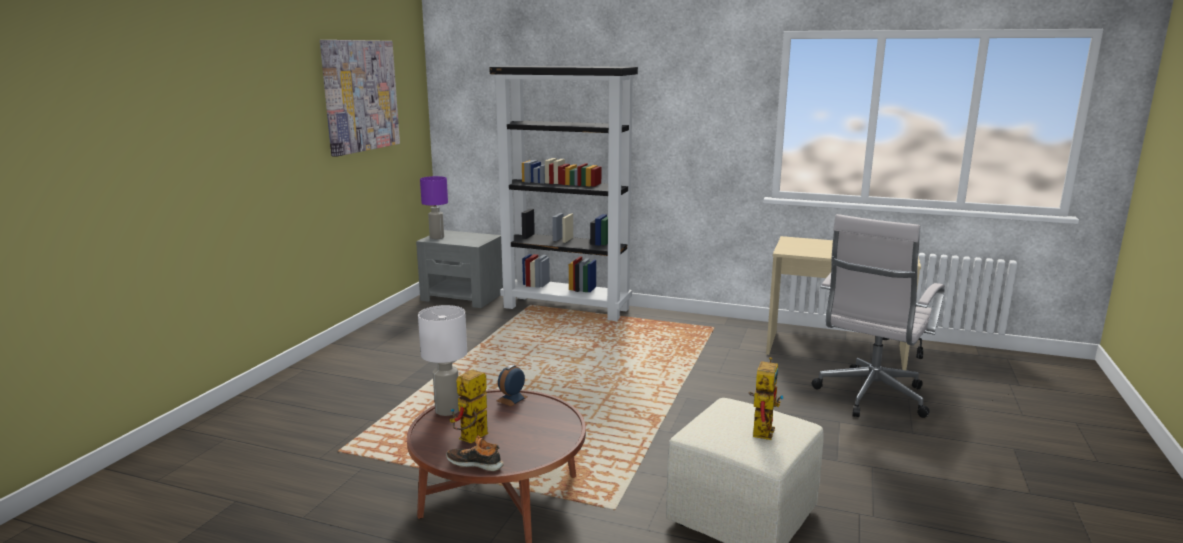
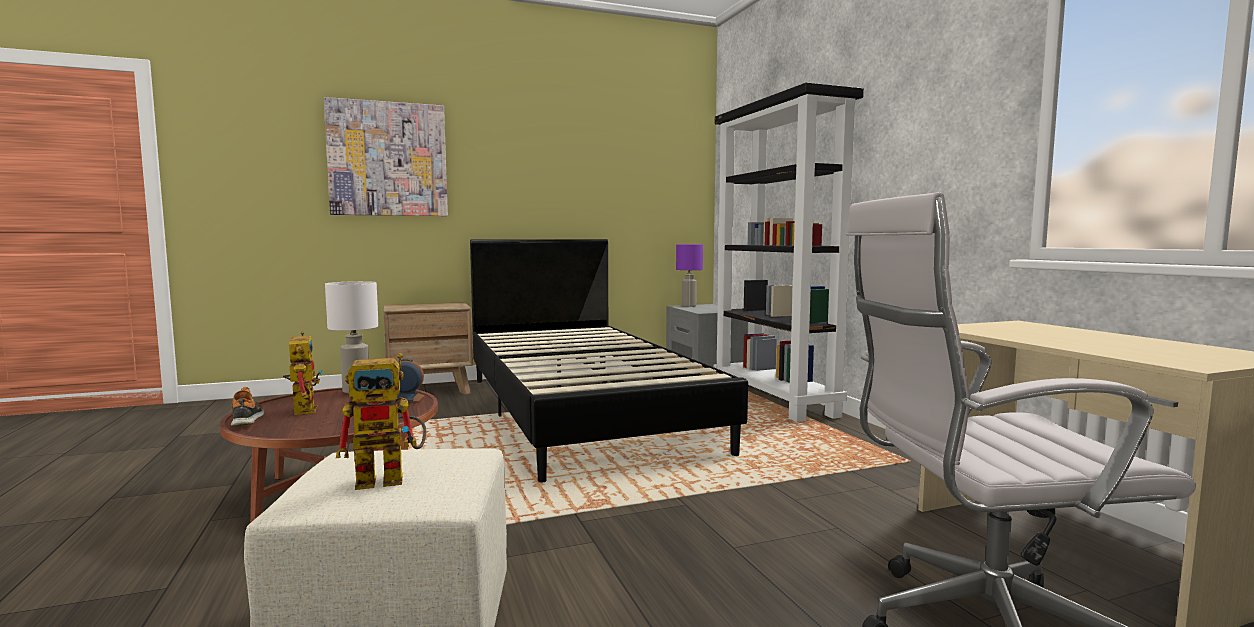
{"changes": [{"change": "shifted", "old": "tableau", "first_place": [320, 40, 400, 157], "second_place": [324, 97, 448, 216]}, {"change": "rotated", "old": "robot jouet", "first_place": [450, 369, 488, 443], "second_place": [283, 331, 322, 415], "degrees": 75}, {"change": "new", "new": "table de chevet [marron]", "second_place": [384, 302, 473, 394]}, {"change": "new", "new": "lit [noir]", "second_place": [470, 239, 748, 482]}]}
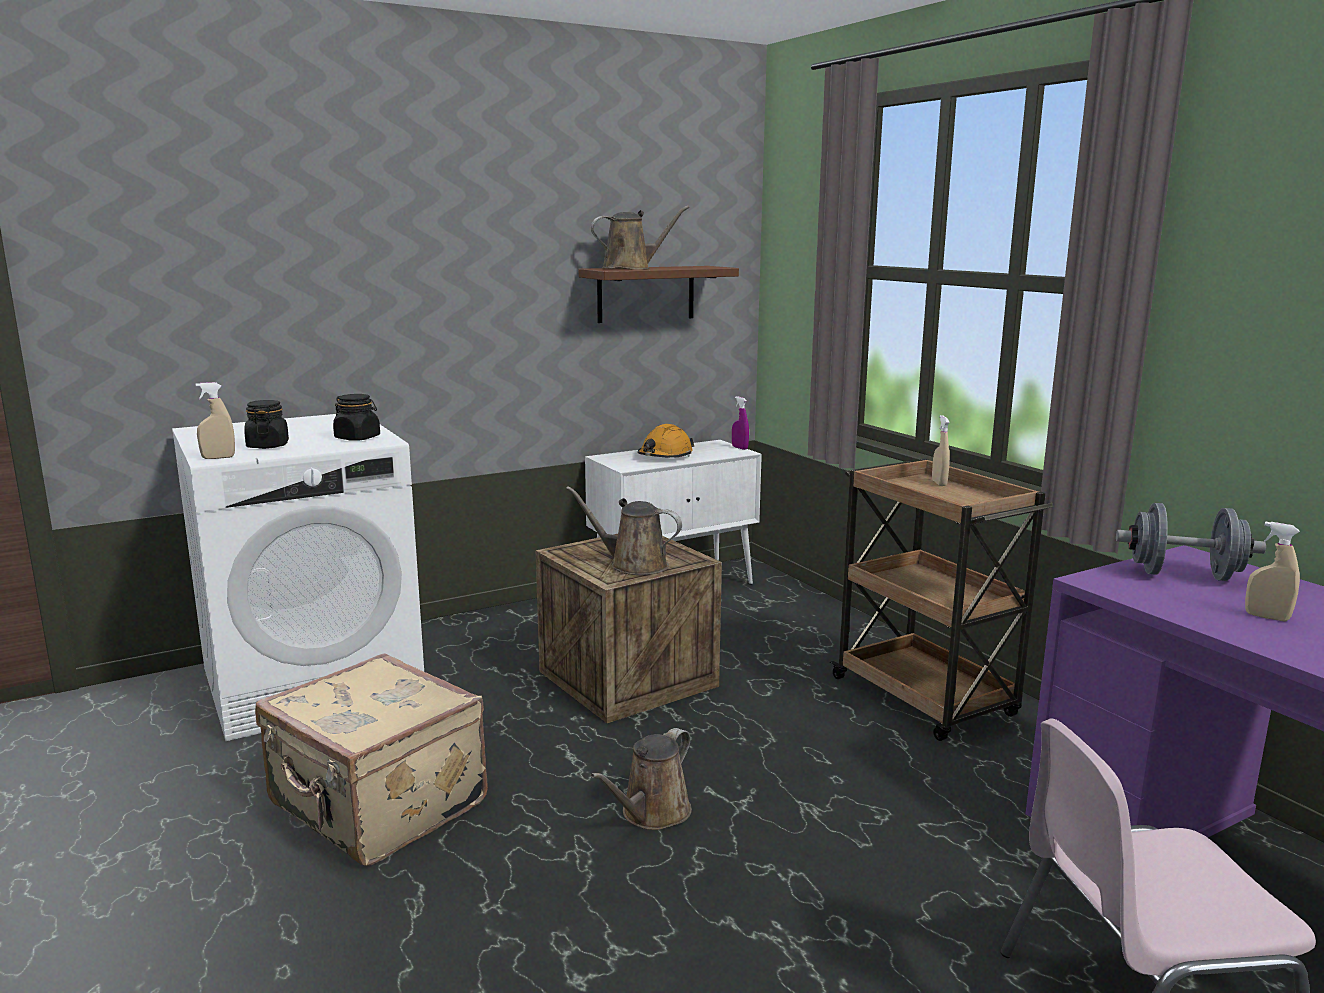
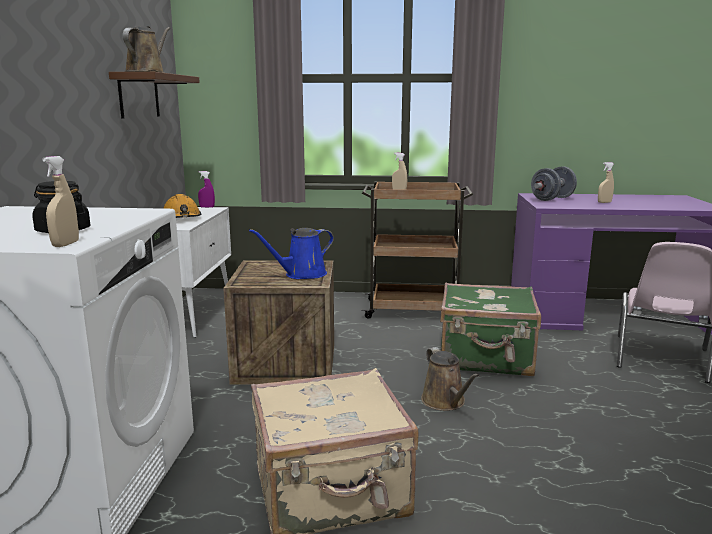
{"changes": [{"change": "gone", "old": "bocal [noir]", "first_place": [333, 394, 380, 441]}, {"change": "repainted", "old": "arrosoir [marron]", "new": "arrosoir [bleu]", "first_place": [566, 486, 682, 575], "second_place": [249, 228, 334, 279]}, {"change": "new", "new": "valise [vert]", "second_place": [440, 282, 541, 376]}]}
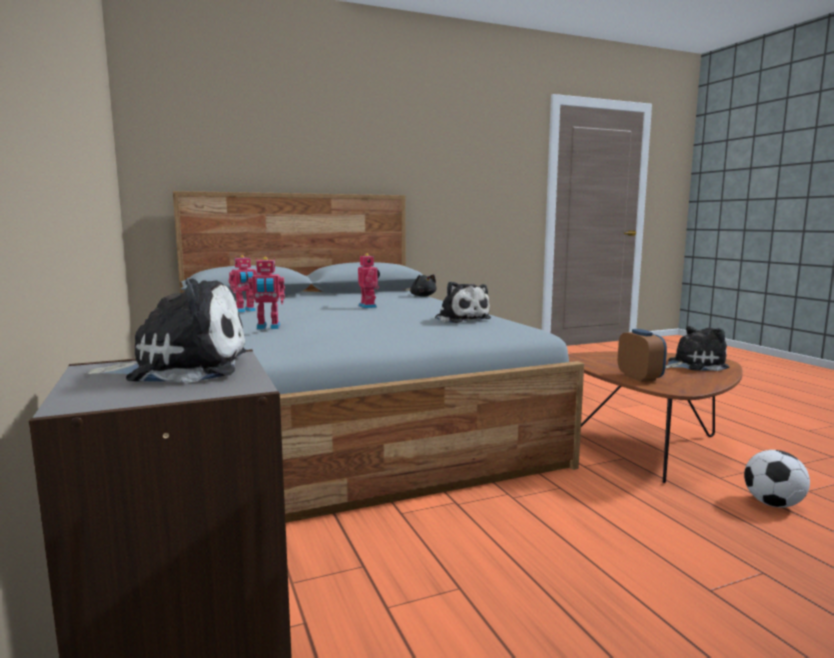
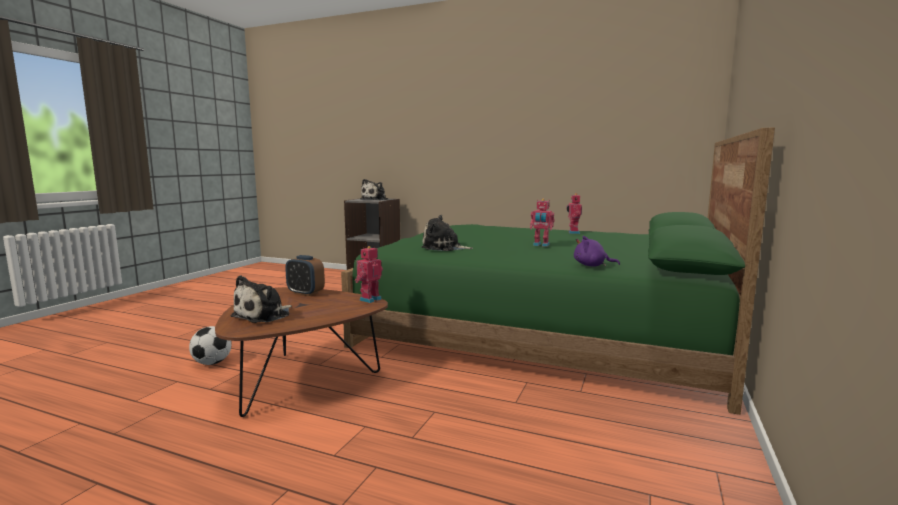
{"changes": [{"change": "repainted", "old": "lit [gris]", "new": "lit [vert]", "first_place": [173, 191, 584, 523], "second_place": [341, 128, 775, 415]}, {"change": "shifted", "old": "robot jouet", "first_place": [248, 257, 285, 330], "second_place": [355, 246, 383, 303]}, {"change": "repainted", "old": "peluche [noir]", "new": "peluche [violet]", "first_place": [410, 274, 437, 297], "second_place": [574, 236, 620, 266]}]}
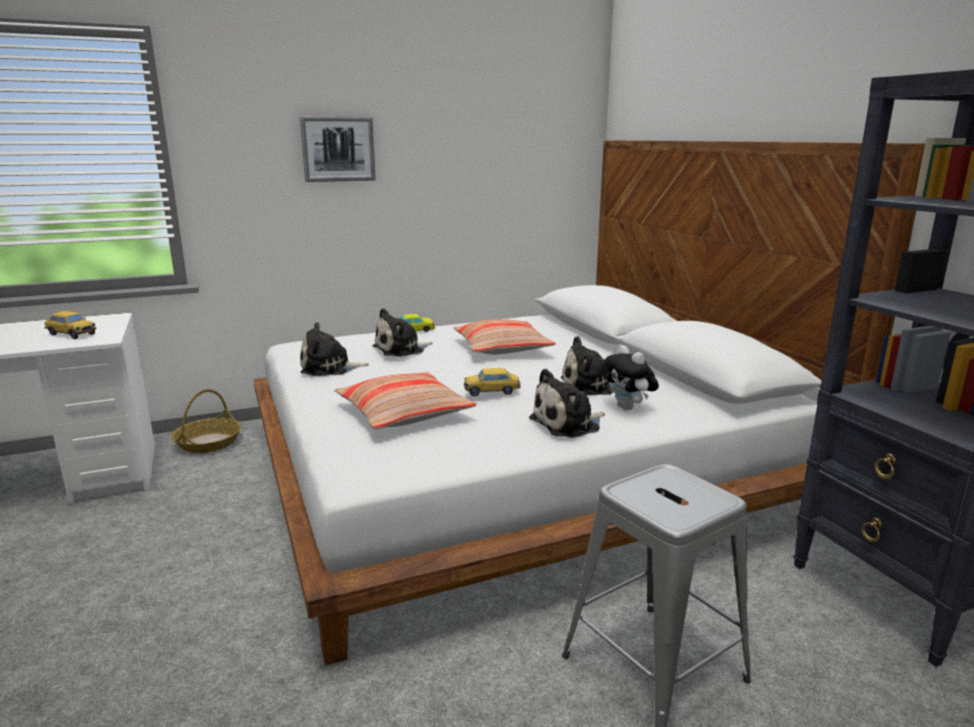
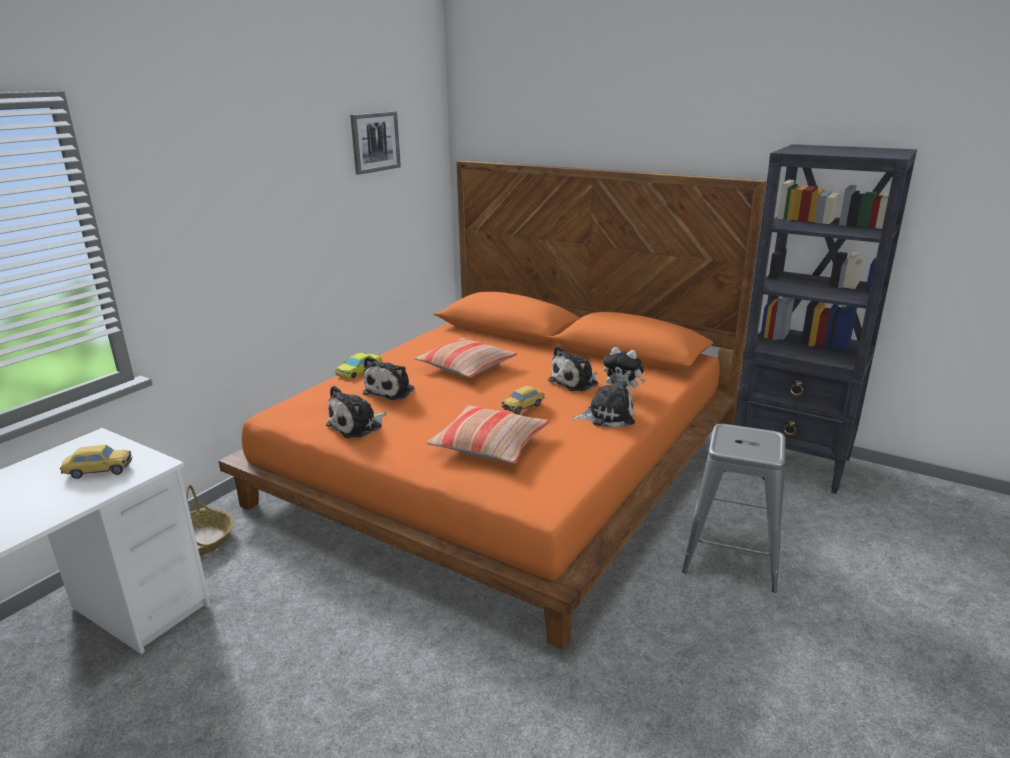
{"changes": [{"change": "repainted", "old": "lit [blanc]", "new": "lit [orange]", "first_place": [254, 140, 925, 665], "second_place": [219, 160, 766, 650]}, {"change": "shifted", "old": "tableau", "first_place": [300, 117, 376, 182], "second_place": [350, 111, 401, 175]}, {"change": "rotated", "old": "peluche", "first_place": [529, 369, 605, 438], "second_place": [571, 375, 635, 428], "degrees": -120}]}
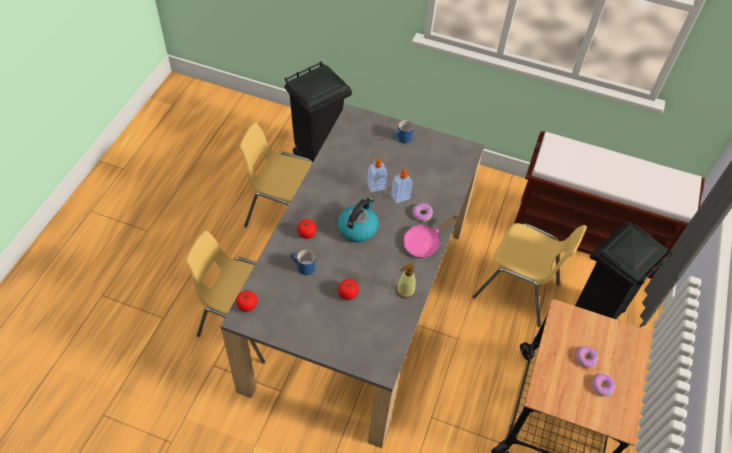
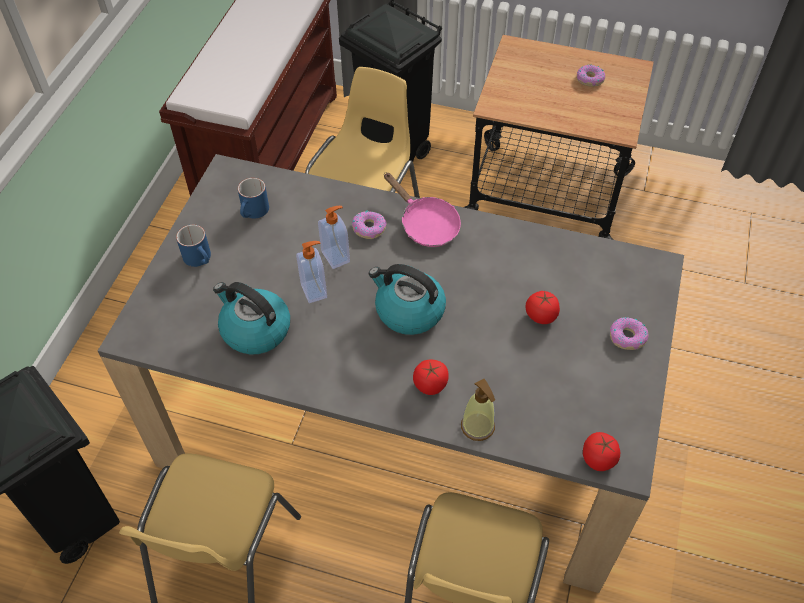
{"changes": [{"change": "shifted", "old": "mug [bleu]", "first_place": [291, 249, 316, 275], "second_place": [238, 178, 269, 218]}, {"change": "shifted", "old": "distributeur de savon", "first_place": [396, 263, 416, 299], "second_place": [461, 379, 495, 441]}, {"change": "shifted", "old": "beignet", "first_place": [576, 346, 598, 368], "second_place": [610, 317, 649, 350]}, {"change": "new", "new": "bouilloire", "second_place": [213, 282, 290, 355]}]}
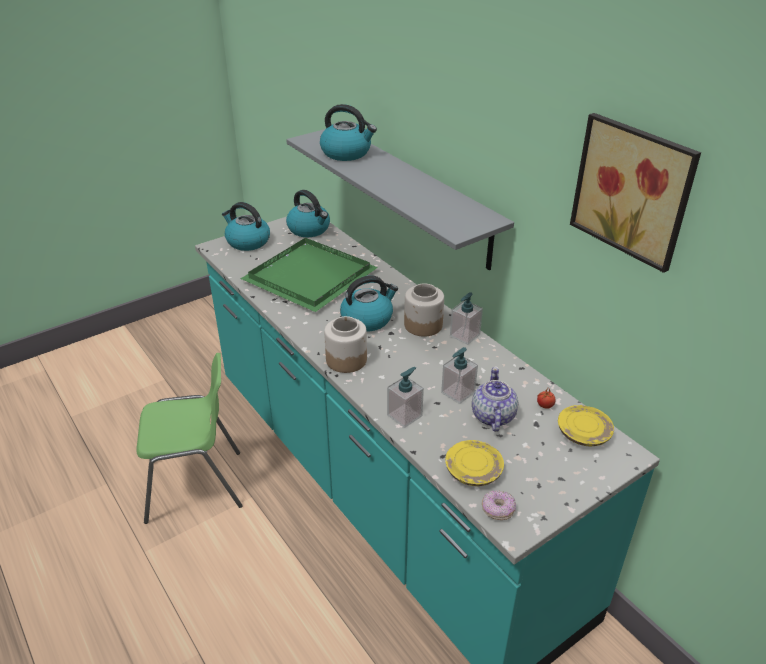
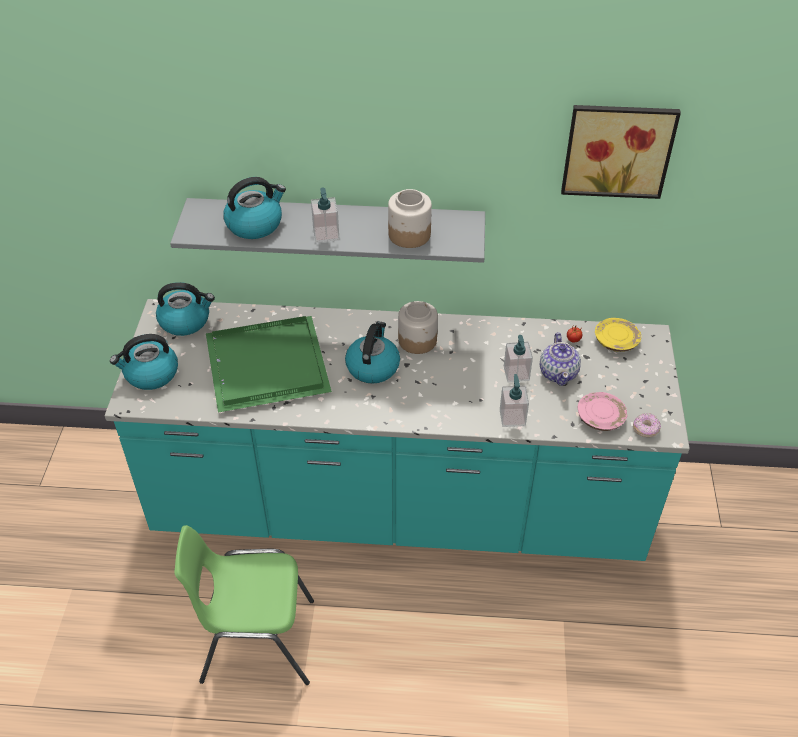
{"changes": [{"change": "rotated", "old": "chaise [vert]", "first_place": [136, 353, 243, 524], "second_place": [174, 525, 314, 685], "degrees": -120}, {"change": "shifted", "old": "bocal", "first_place": [324, 316, 367, 373], "second_place": [388, 189, 432, 248]}, {"change": "repainted", "old": "assiette [jaune]", "new": "assiette [rose]", "first_place": [445, 440, 504, 486], "second_place": [578, 392, 627, 431]}, {"change": "shifted", "old": "distributeur de savon", "first_place": [450, 292, 483, 345], "second_place": [311, 187, 339, 243]}, {"change": "rotated", "old": "théière", "first_place": [472, 367, 519, 432], "second_place": [540, 332, 581, 386], "degrees": -135}]}
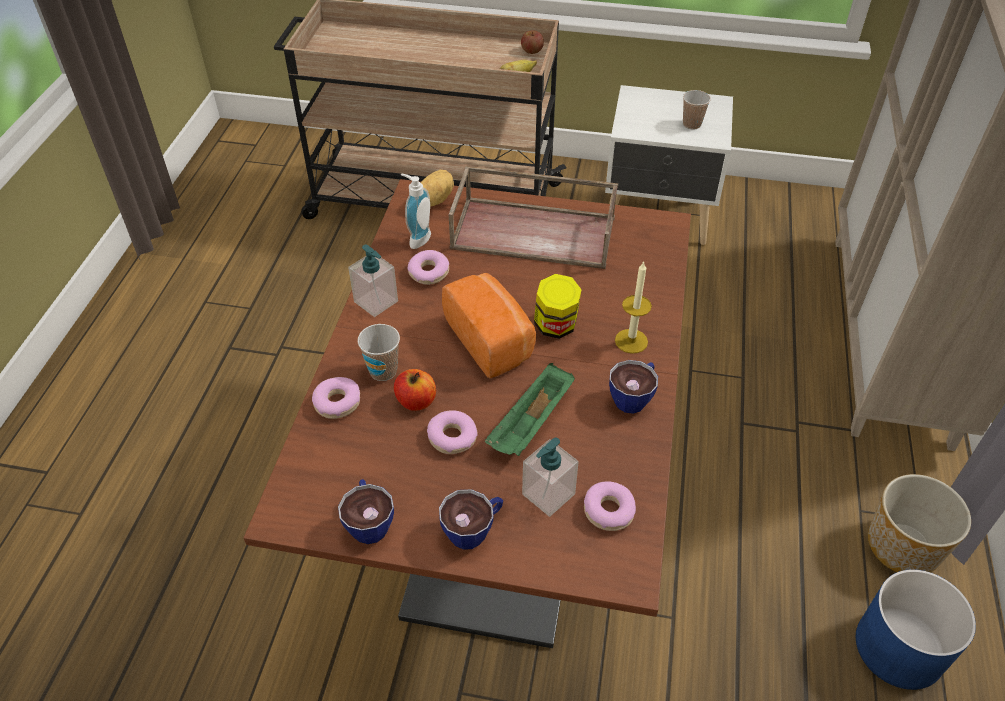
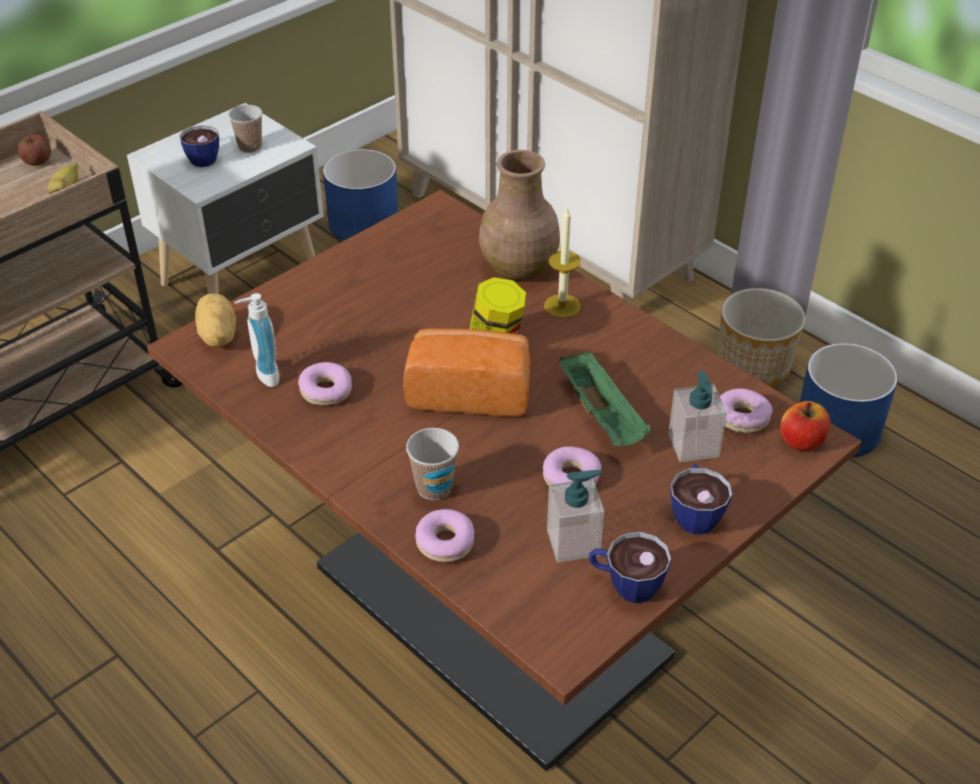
{"changes": [{"change": "shifted", "old": "distributeur de savon", "first_place": [348, 244, 398, 317], "second_place": [547, 470, 604, 563]}, {"change": "shifted", "old": "pomme", "first_place": [394, 369, 436, 411], "second_place": [780, 401, 830, 451]}, {"change": "gone", "old": "plateau [marron]", "first_place": [449, 166, 618, 269]}, {"change": "shifted", "old": "tasse", "first_place": [609, 360, 658, 414], "second_place": [179, 125, 219, 167]}, {"change": "new", "new": "cache-pot [bleu]", "second_place": [323, 149, 398, 241]}, {"change": "new", "new": "vase [marron]", "second_place": [479, 150, 560, 281]}]}
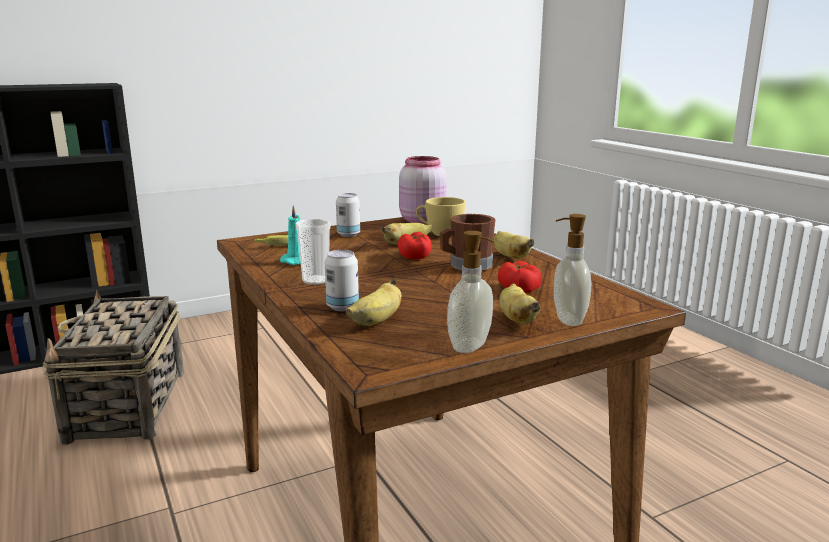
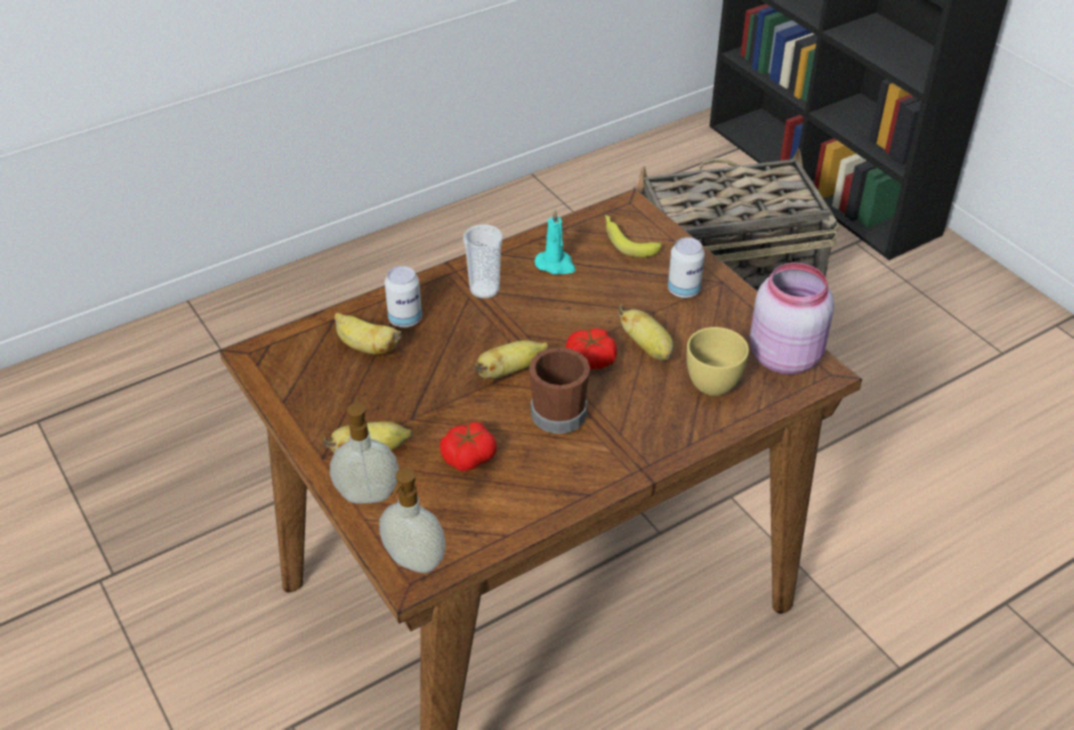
{"changes": [{"change": "shifted", "old": "distributeur de savon", "first_place": [447, 231, 495, 353], "second_place": [379, 468, 446, 573]}, {"change": "shifted", "old": "banane", "first_place": [494, 231, 535, 259], "second_place": [475, 340, 548, 379]}]}
